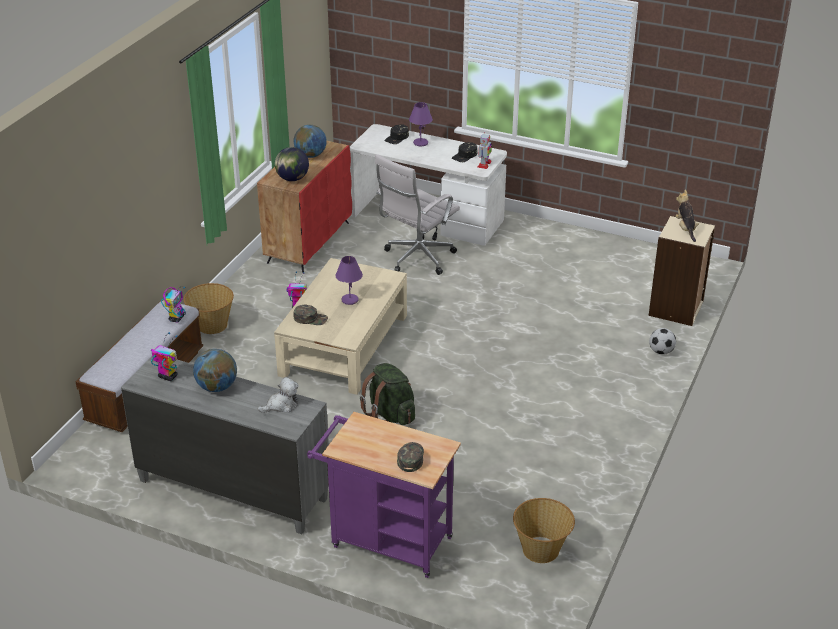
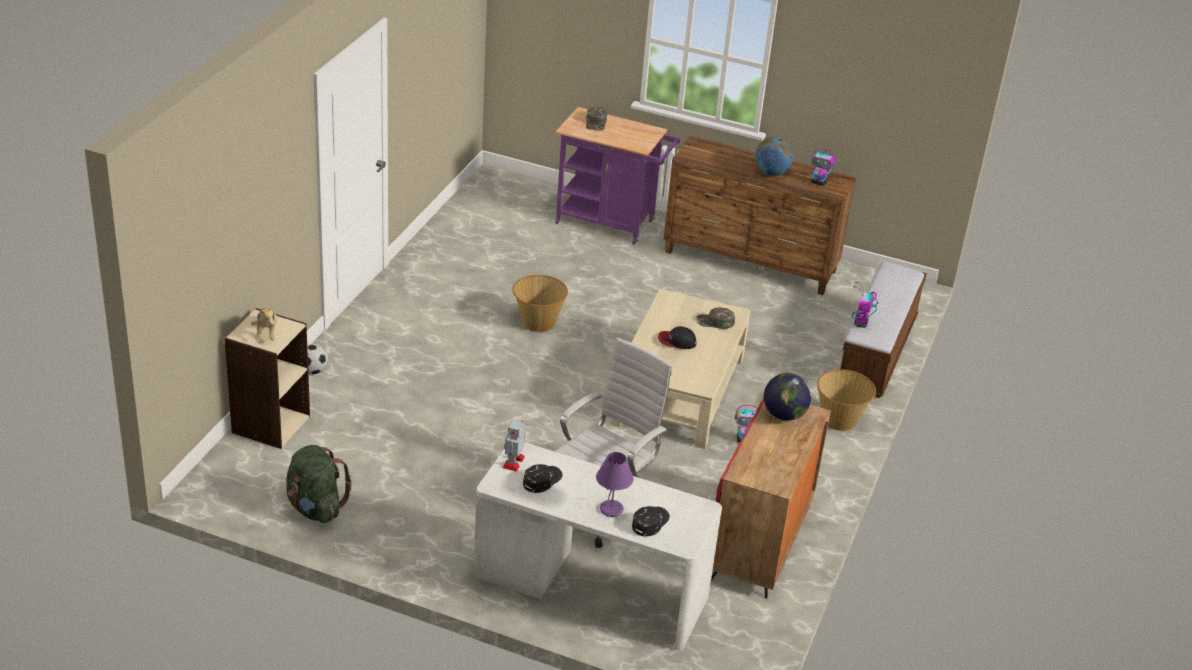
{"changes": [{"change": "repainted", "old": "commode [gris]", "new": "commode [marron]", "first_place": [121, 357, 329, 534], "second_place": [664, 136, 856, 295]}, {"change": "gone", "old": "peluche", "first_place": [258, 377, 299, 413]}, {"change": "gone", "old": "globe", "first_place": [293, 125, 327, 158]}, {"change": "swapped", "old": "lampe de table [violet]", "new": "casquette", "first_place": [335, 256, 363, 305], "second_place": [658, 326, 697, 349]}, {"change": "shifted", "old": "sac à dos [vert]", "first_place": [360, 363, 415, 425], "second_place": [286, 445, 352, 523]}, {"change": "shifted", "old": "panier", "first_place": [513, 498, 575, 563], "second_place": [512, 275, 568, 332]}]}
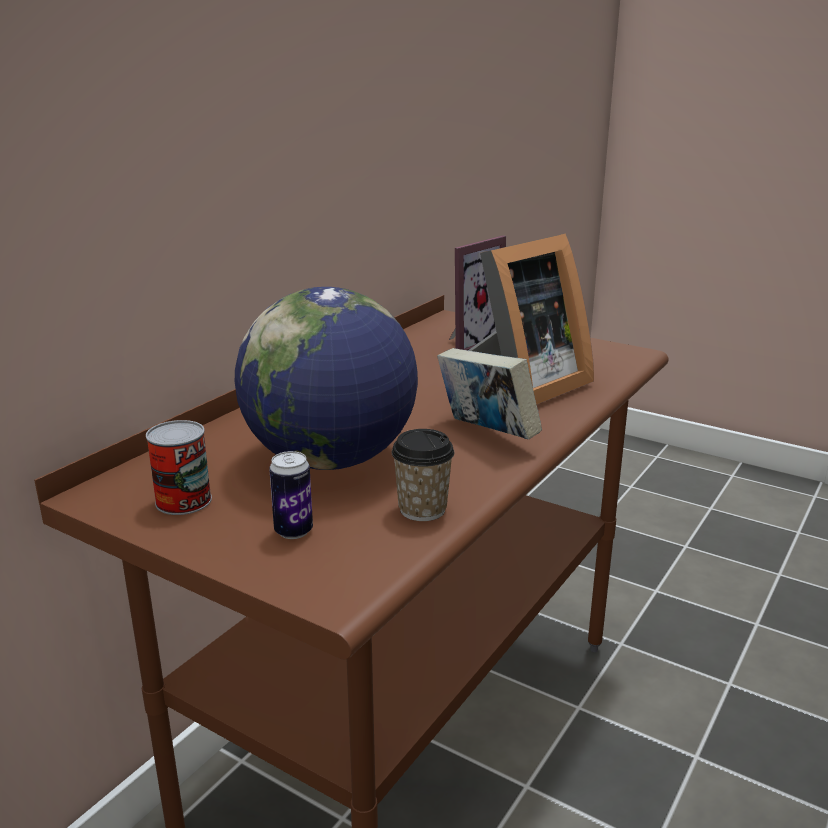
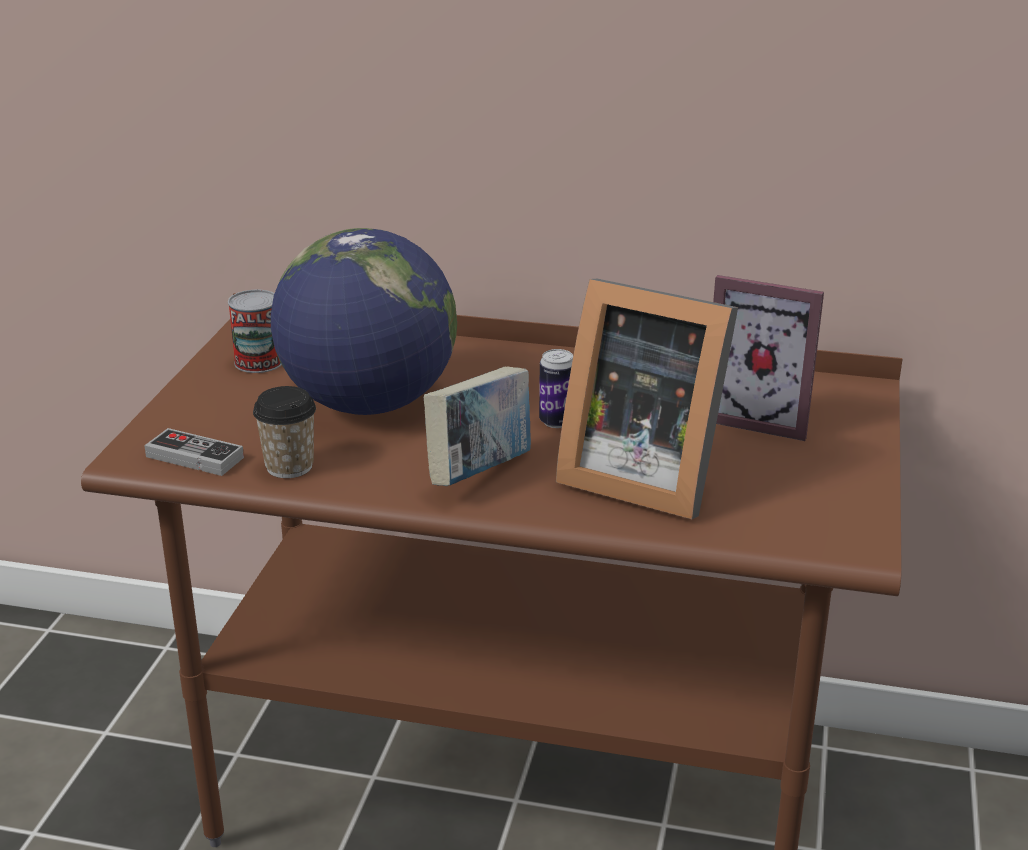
{"changes": [{"change": "shifted", "old": "boîte métallique", "first_place": [269, 451, 313, 539], "second_place": [539, 349, 573, 428]}, {"change": "new", "new": "manette", "second_place": [144, 428, 244, 476]}]}
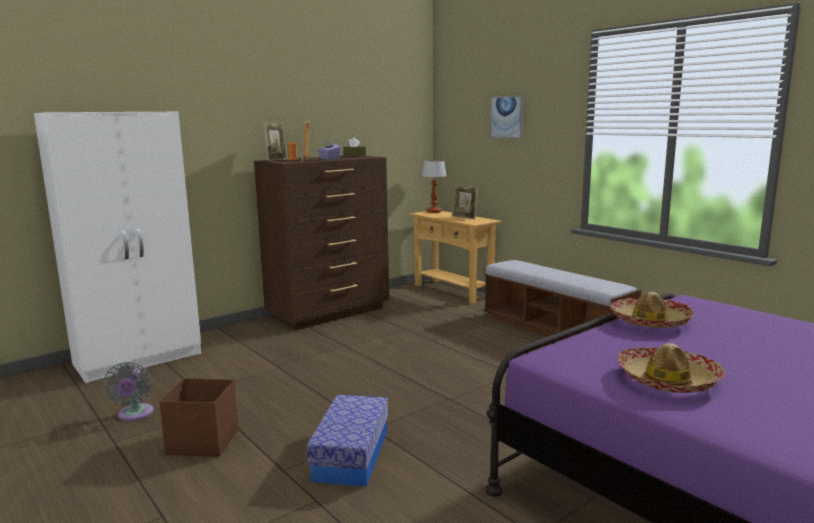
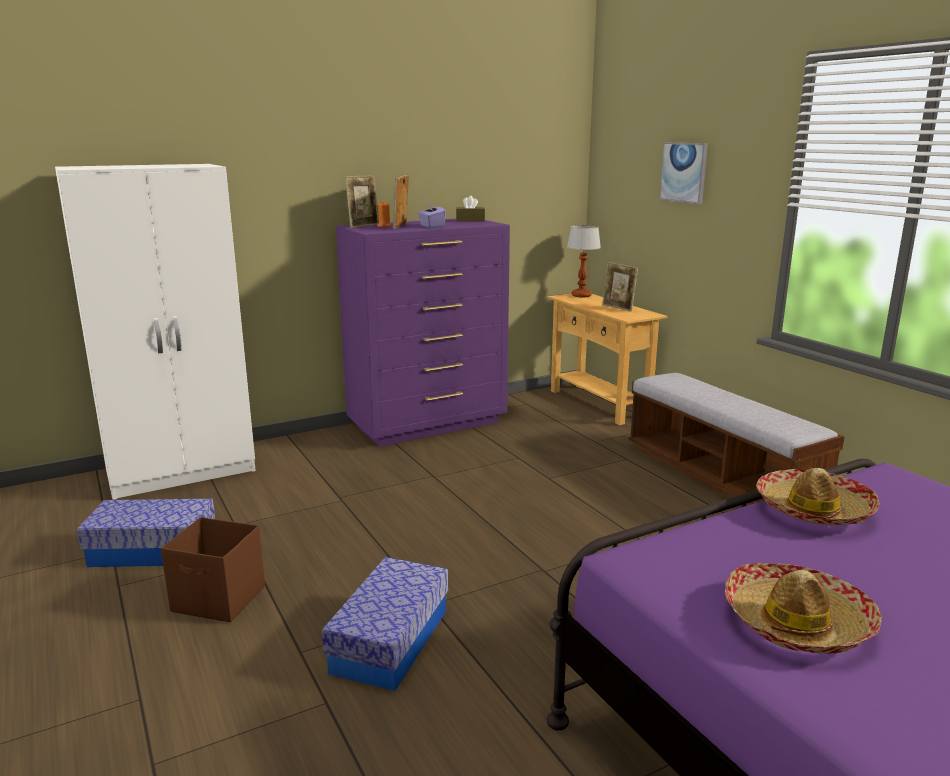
{"changes": [{"change": "swapped", "old": "ventilateur [gris]", "new": "boîte de rangement", "first_place": [103, 362, 153, 421], "second_place": [77, 499, 215, 567]}, {"change": "repainted", "old": "commode [marron]", "new": "commode [violet]", "first_place": [254, 156, 389, 330], "second_place": [336, 219, 510, 447]}]}
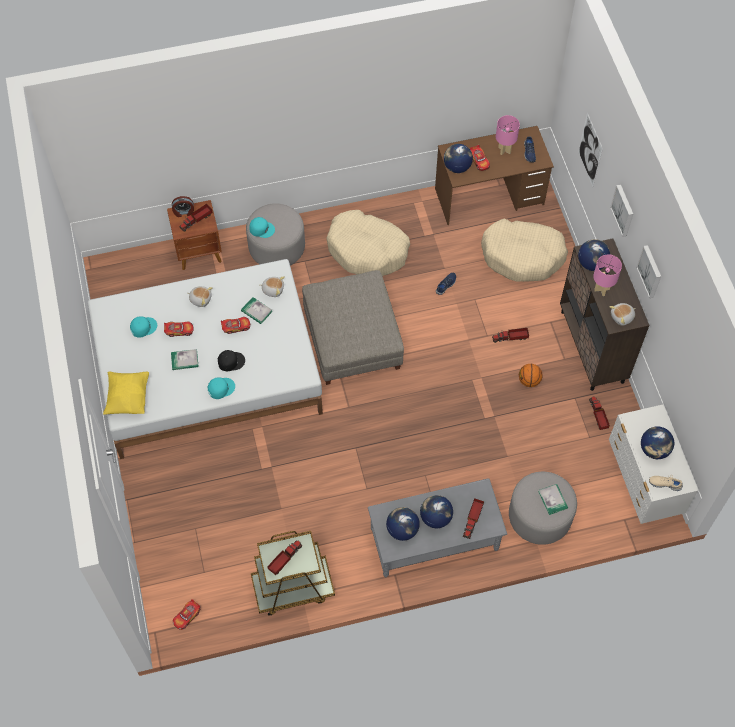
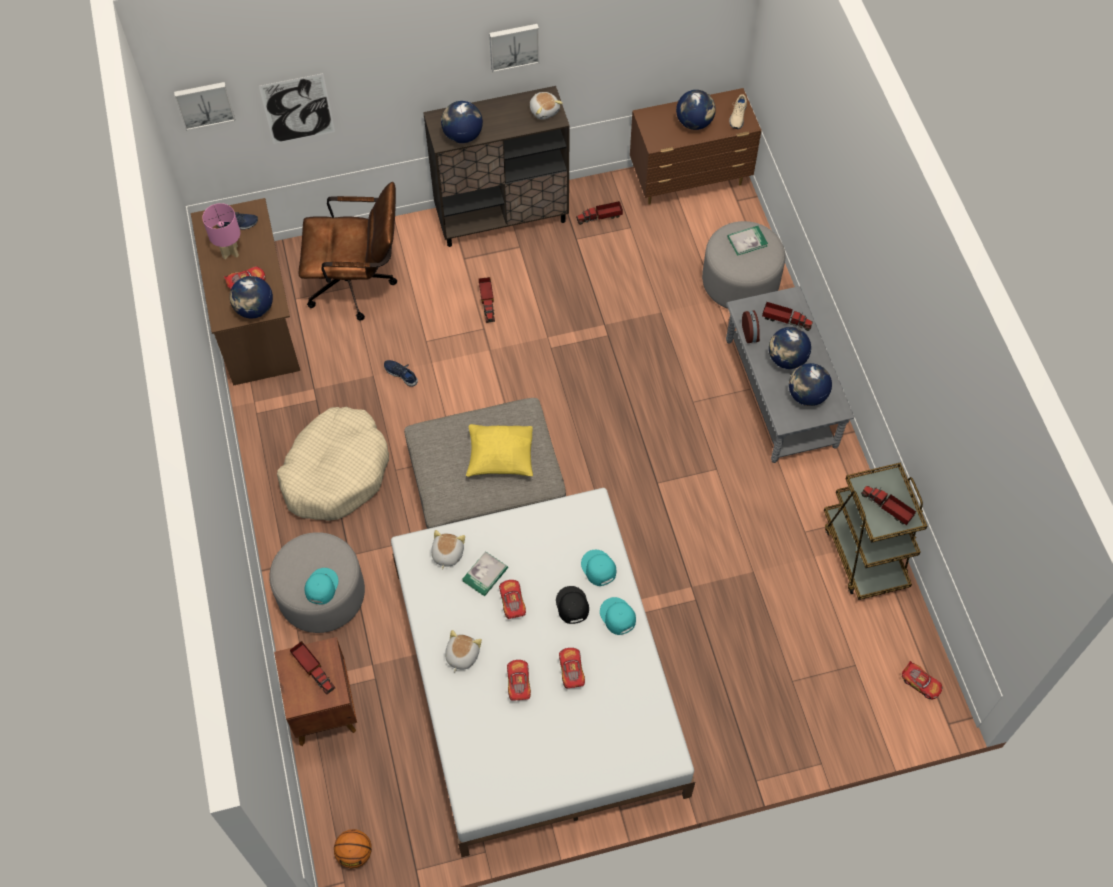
{"changes": [{"change": "shifted", "old": "coussin [jaune]", "first_place": [103, 371, 149, 415], "second_place": [466, 424, 533, 477]}, {"change": "shifted", "old": "casquette [turquoise]", "first_place": [130, 316, 157, 338], "second_place": [581, 550, 616, 586]}, {"change": "swapped", "old": "livre", "new": "petite voiture", "first_place": [171, 349, 199, 370], "second_place": [559, 648, 585, 688]}, {"change": "shifted", "old": "réveil", "first_place": [172, 196, 194, 217], "second_place": [742, 310, 760, 343]}, {"change": "swapped", "old": "panier pour chien [beige]", "new": "chaise de bureau [marron]", "first_place": [481, 219, 568, 282], "second_place": [299, 182, 397, 321]}, {"change": "shifted", "old": "ballon de basket", "first_place": [519, 364, 543, 387], "second_place": [334, 829, 372, 868]}, {"change": "gone", "old": "lampe de table [rose]", "first_place": [593, 254, 622, 296]}, {"change": "repainted", "old": "commode [blanc]", "new": "commode [marron]", "first_place": [609, 404, 698, 524], "second_place": [630, 88, 762, 205]}, {"change": "shifted", "old": "tableau", "first_place": [610, 184, 633, 237], "second_place": [174, 82, 235, 131]}]}
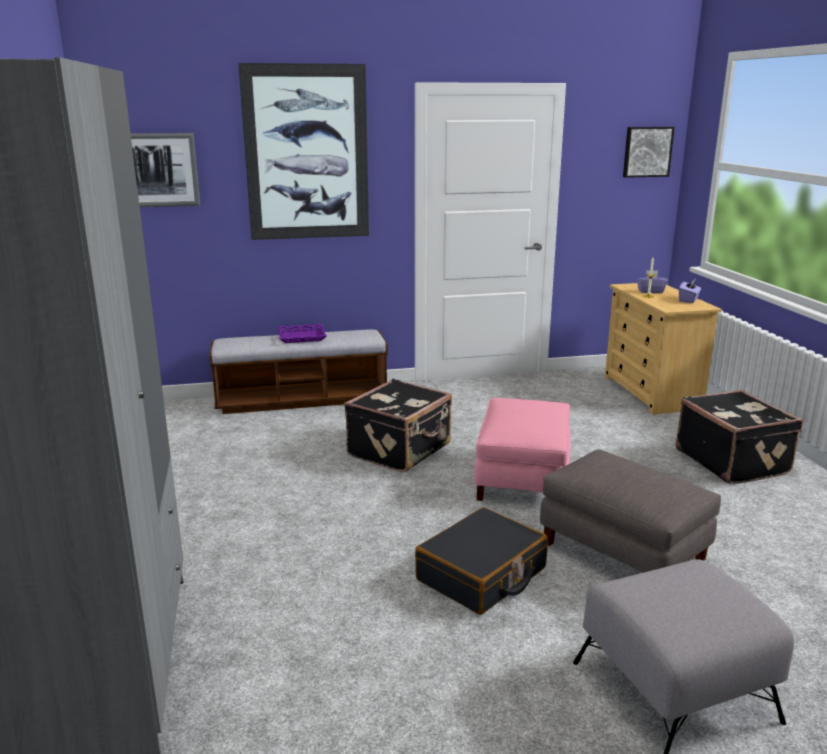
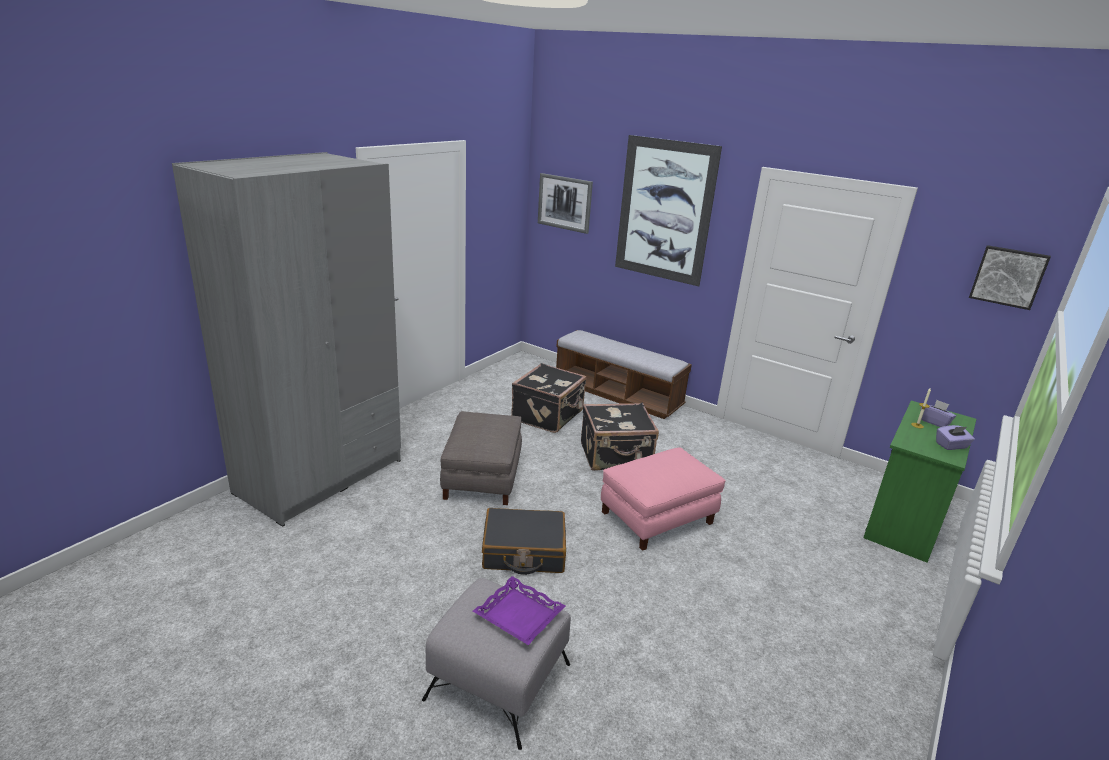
{"changes": [{"change": "shifted", "old": "plateau [violet]", "first_place": [278, 324, 327, 343], "second_place": [473, 576, 566, 645]}, {"change": "shifted", "old": "pouf [gris]", "first_place": [540, 449, 721, 573], "second_place": [440, 411, 522, 505]}, {"change": "repainted", "old": "commode [beige]", "new": "commode [vert]", "first_place": [605, 283, 722, 415], "second_place": [863, 400, 976, 563]}, {"change": "shifted", "old": "valise [noir]", "first_place": [676, 390, 803, 484], "second_place": [511, 363, 586, 433]}]}
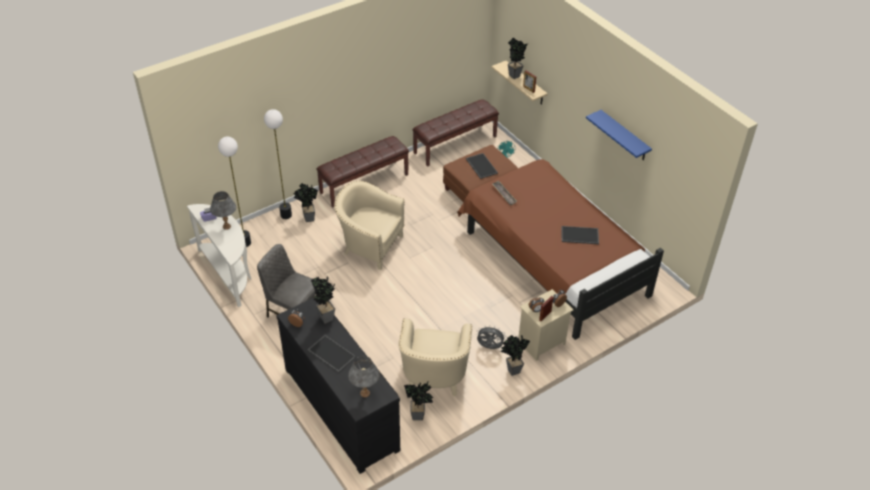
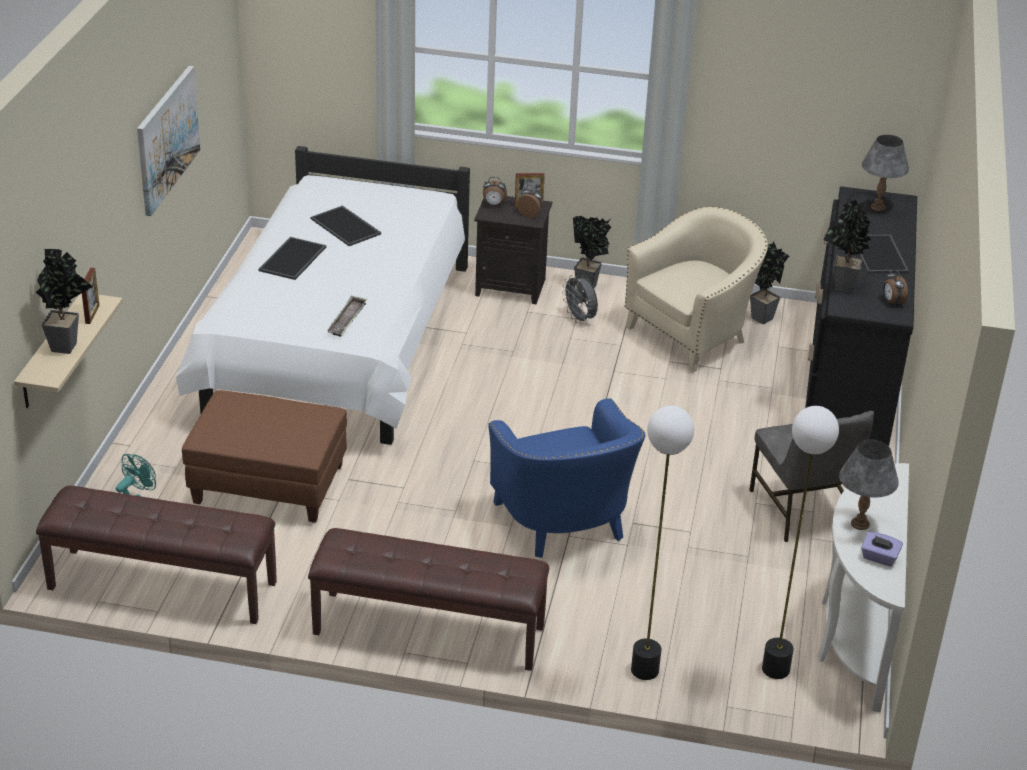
{"changes": [{"change": "gone", "old": "plante en pot", "first_place": [294, 183, 318, 222]}, {"change": "repainted", "old": "fauteuil [beige]", "new": "fauteuil [bleu]", "first_place": [334, 181, 404, 270], "second_place": [488, 398, 645, 558]}, {"change": "repainted", "old": "lit [marron]", "new": "lit [blanc]", "first_place": [457, 159, 664, 340], "second_place": [176, 146, 470, 445]}, {"change": "shifted", "old": "plateau", "first_place": [466, 153, 498, 179], "second_place": [258, 237, 326, 280]}, {"change": "repainted", "old": "table de chevet [beige]", "new": "table de chevet [noir]", "first_place": [518, 289, 573, 361], "second_place": [474, 196, 552, 304]}, {"change": "swapped", "old": "étagère [bleu]", "new": "tableau", "first_place": [586, 110, 652, 160], "second_place": [137, 66, 200, 216]}]}
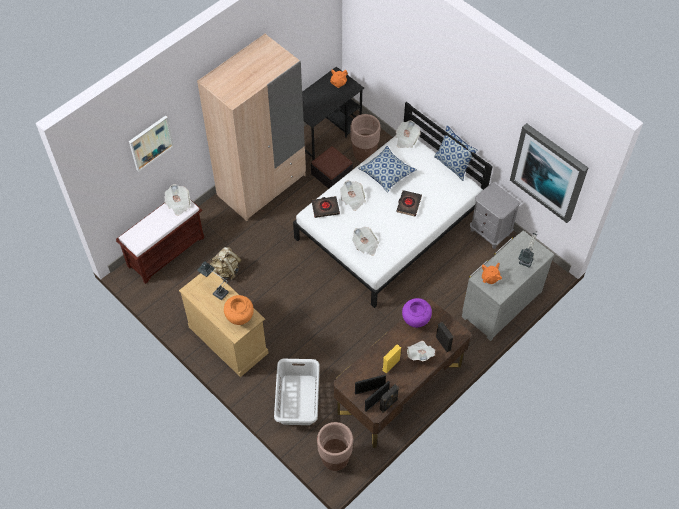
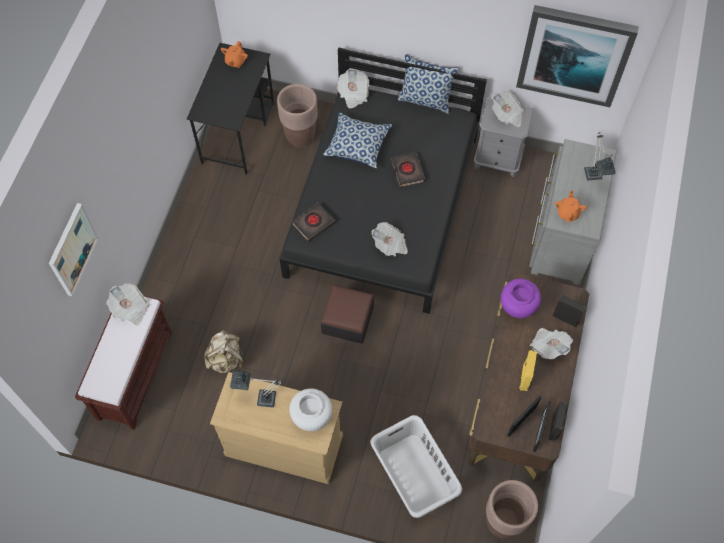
{"changes": [{"change": "gone", "old": "armoire [beige]", "first_place": [197, 33, 306, 221]}, {"change": "repainted", "old": "vase [orange]", "new": "vase [blanc]", "first_place": [224, 295, 254, 325], "second_place": [289, 388, 332, 431]}, {"change": "repainted", "old": "lit [blanc]", "new": "lit [noir]", "first_place": [293, 102, 493, 308], "second_place": [280, 47, 487, 314]}, {"change": "shifted", "old": "pouf", "first_place": [311, 146, 353, 188], "second_place": [321, 285, 374, 344]}, {"change": "shifted", "old": "journal", "first_place": [340, 180, 366, 211], "second_place": [492, 91, 524, 127]}]}
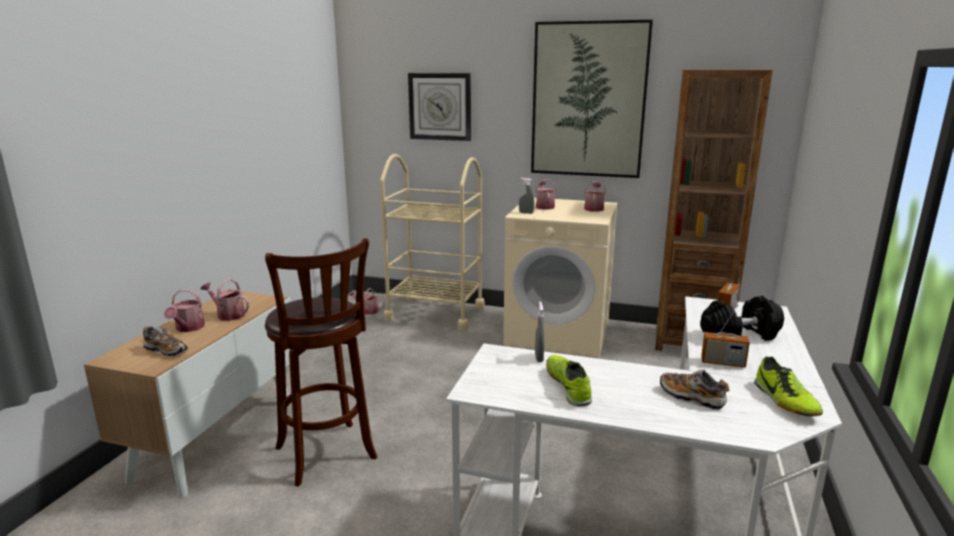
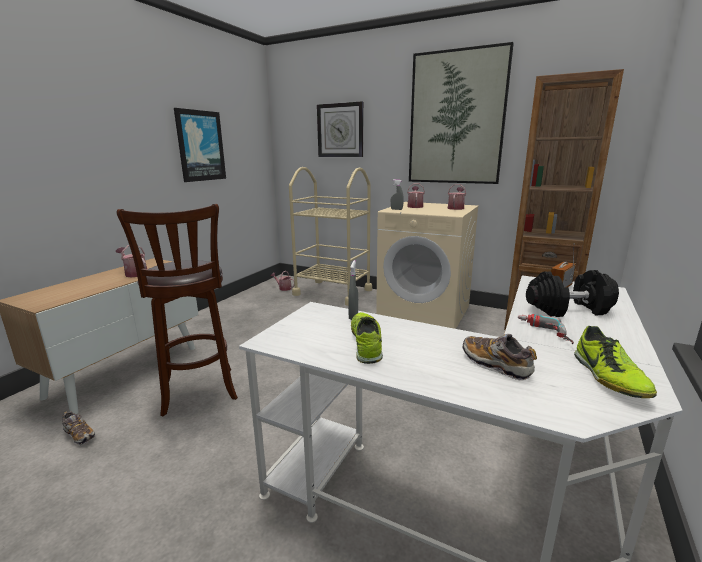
{"changes": [{"change": "shifted", "old": "chaussure", "first_place": [143, 326, 188, 357], "second_place": [62, 411, 95, 445]}, {"change": "gone", "old": "arrosoir", "first_place": [164, 289, 205, 332]}, {"change": "swapped", "old": "radio", "new": "perceuse", "first_place": [701, 305, 750, 368], "second_place": [518, 314, 574, 344]}, {"change": "new", "new": "tableau", "second_place": [174, 108, 226, 182]}]}
